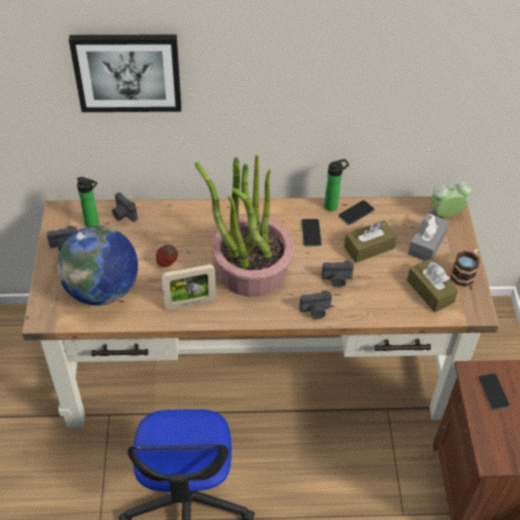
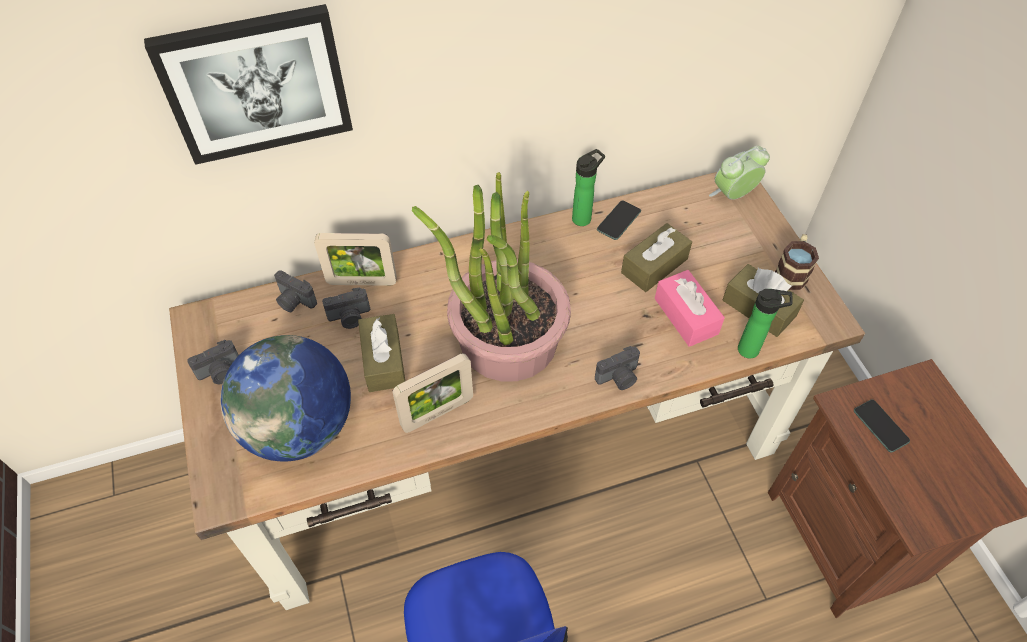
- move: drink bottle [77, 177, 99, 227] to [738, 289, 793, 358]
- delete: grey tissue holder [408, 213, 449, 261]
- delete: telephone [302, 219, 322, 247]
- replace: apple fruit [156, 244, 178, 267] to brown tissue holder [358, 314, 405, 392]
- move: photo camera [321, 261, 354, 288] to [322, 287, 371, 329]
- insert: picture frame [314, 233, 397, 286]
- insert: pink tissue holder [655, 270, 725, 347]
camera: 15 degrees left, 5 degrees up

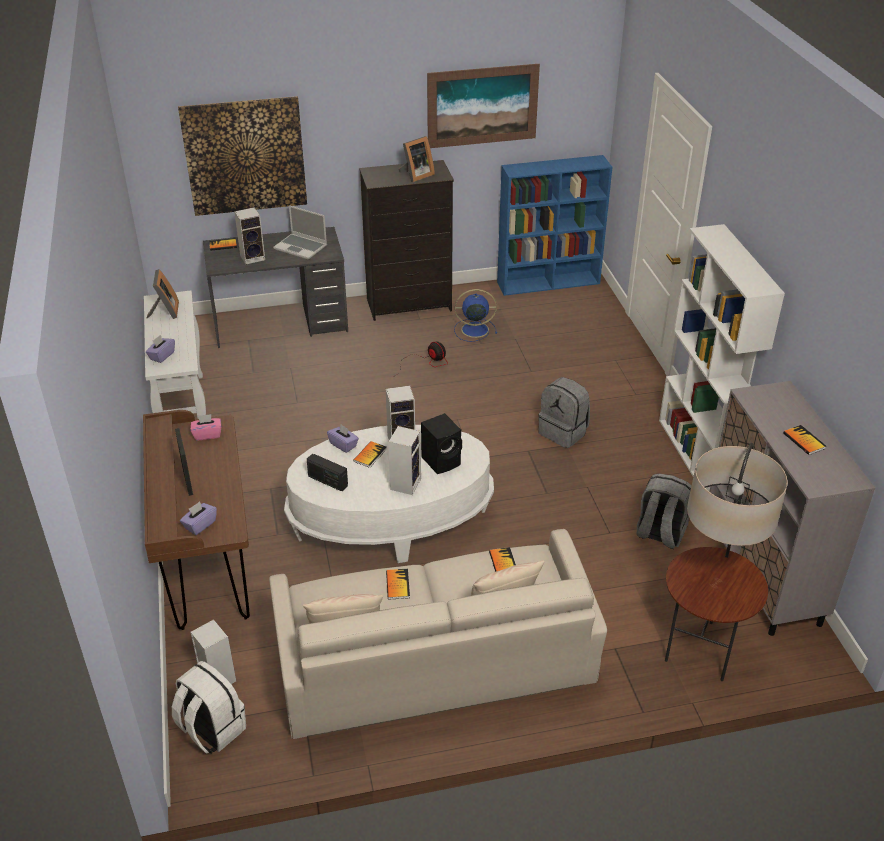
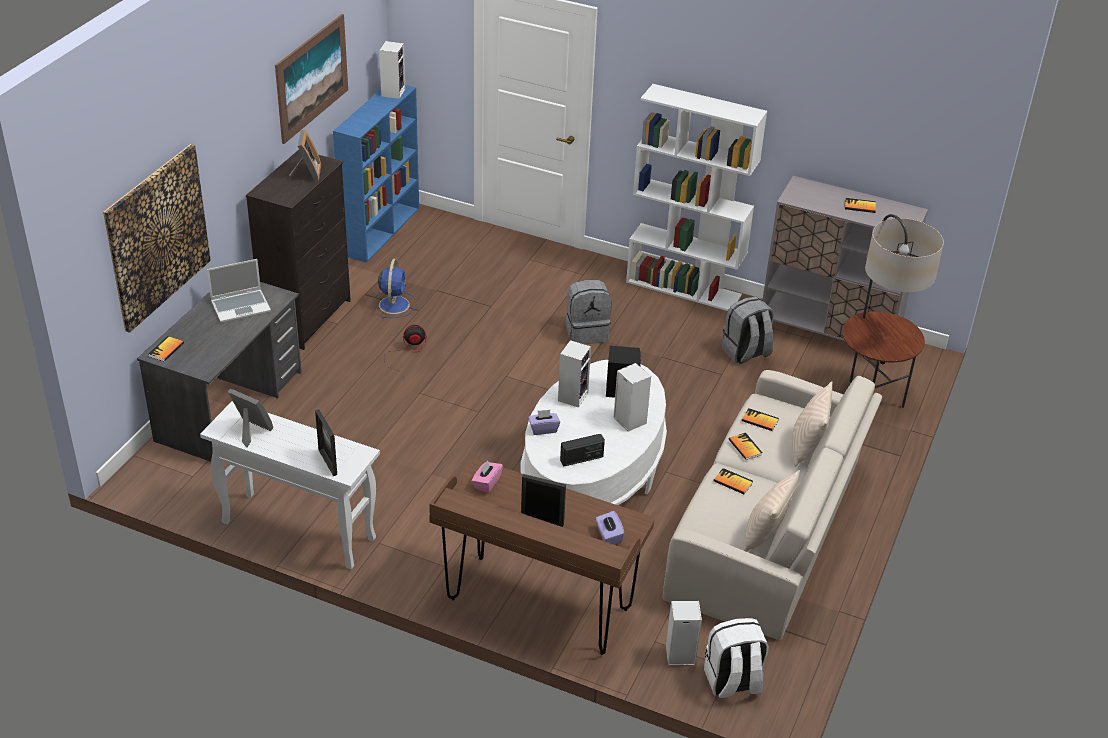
- move: speaker [234, 207, 265, 264] to [379, 41, 405, 99]
- rotate: blue-coloured fan [454, 289, 497, 342] = [372, 259, 416, 318] 150 degrees clockwise
- replace: purple-coloured tissue holder [146, 335, 175, 363] to picture frame [315, 409, 337, 476]
- move: book [353, 441, 387, 468] to [729, 432, 762, 460]
camera: 55 degrees left, 0 degrees up

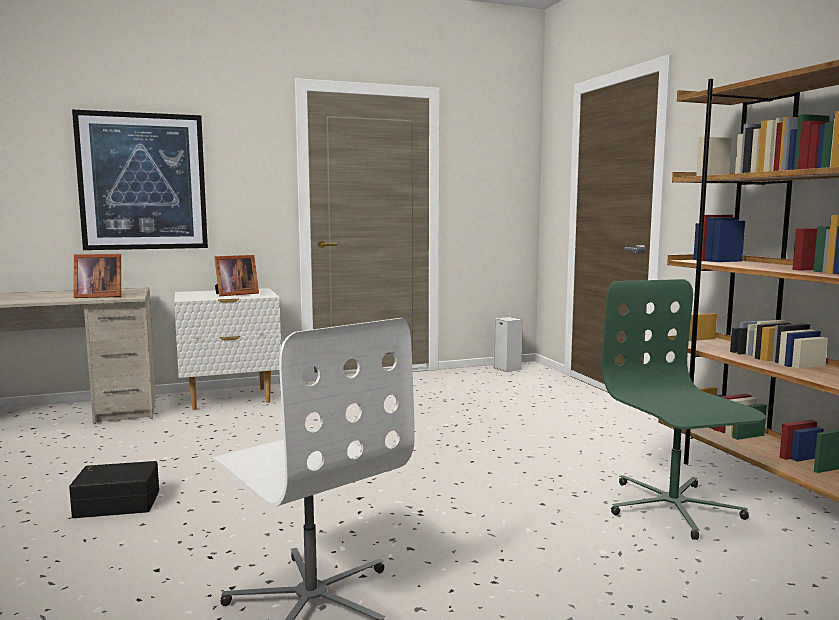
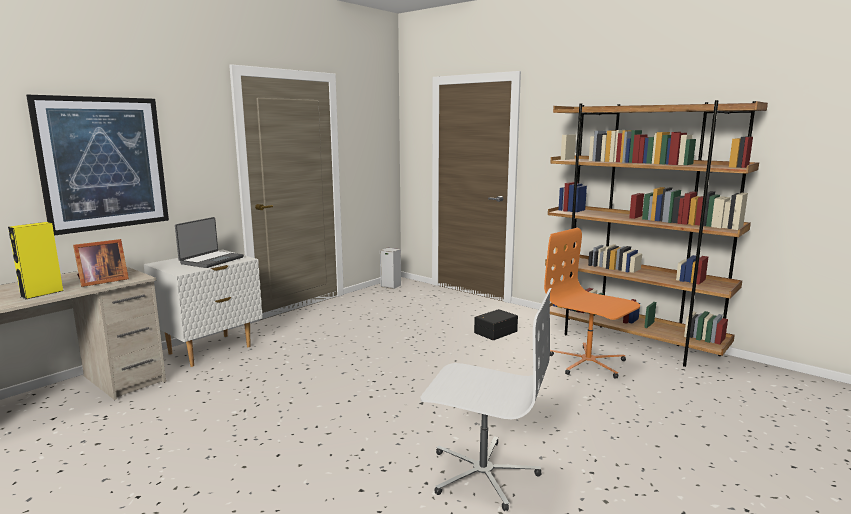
- replace: picture frame [214, 255, 259, 296] to portable computer [175, 217, 244, 268]
- recolor: greenish desk chair [602, 279, 766, 540] to orange-coloured desk chair [544, 228, 640, 379]
- move: black-coloured storage box [69, 461, 159, 518] to [474, 309, 518, 340]
- insert: yellow-coloured speaker [8, 222, 63, 299]
camera: 30 degrees left, 5 degrees up

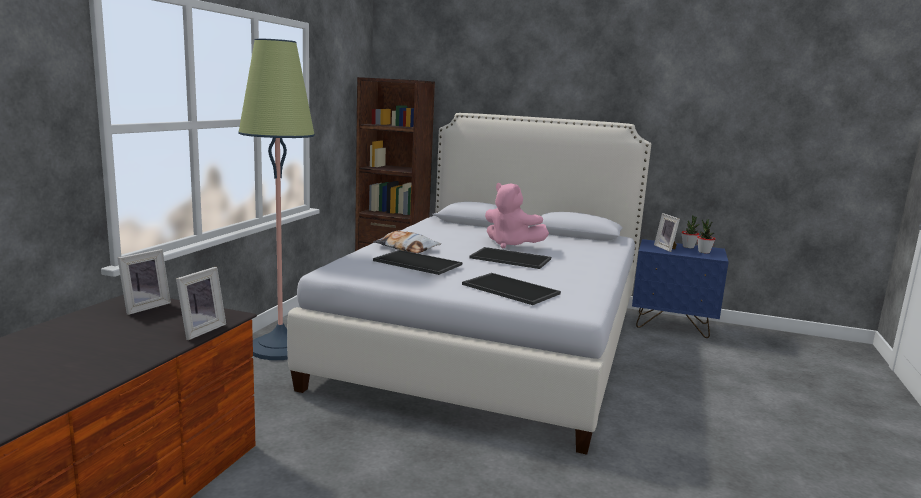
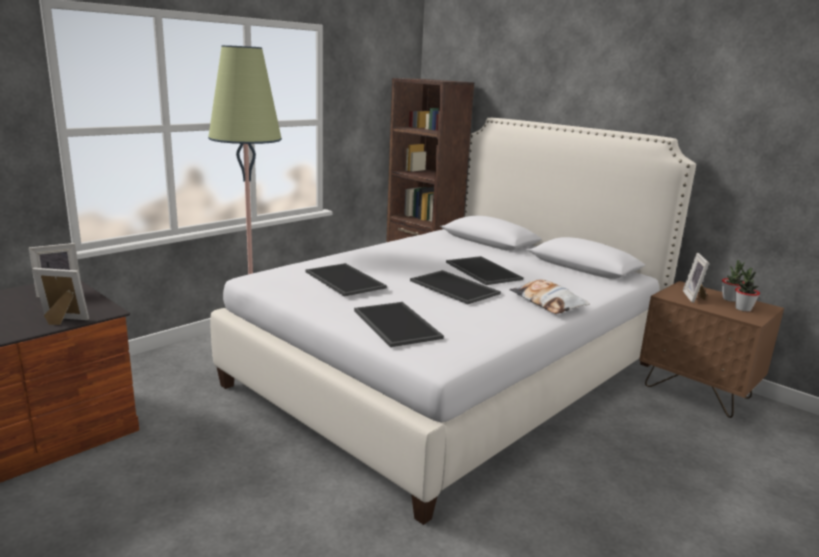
- replace: pink soft toy [485, 183, 549, 248] to carrying tray [446, 256, 523, 285]
- move: cushion [373, 231, 441, 253] to [509, 279, 590, 314]
- recolor: blue-coloured nightstand [632, 239, 729, 338] to brown nightstand [639, 281, 784, 418]
- rotate: picture frame [176, 267, 226, 340] = [32, 268, 89, 325] 135 degrees counterclockwise
camera: 25 degrees right, 5 degrees up

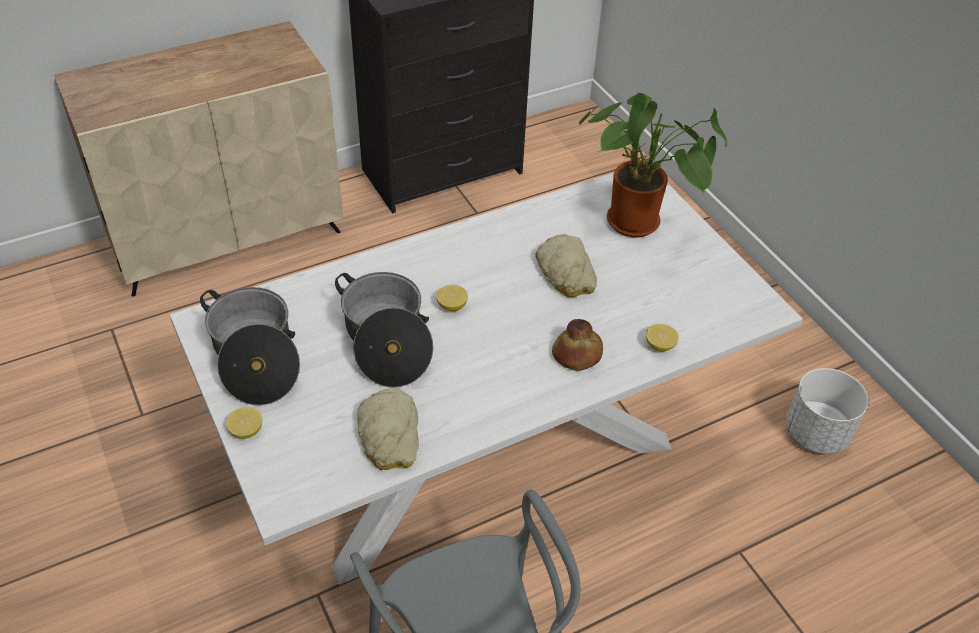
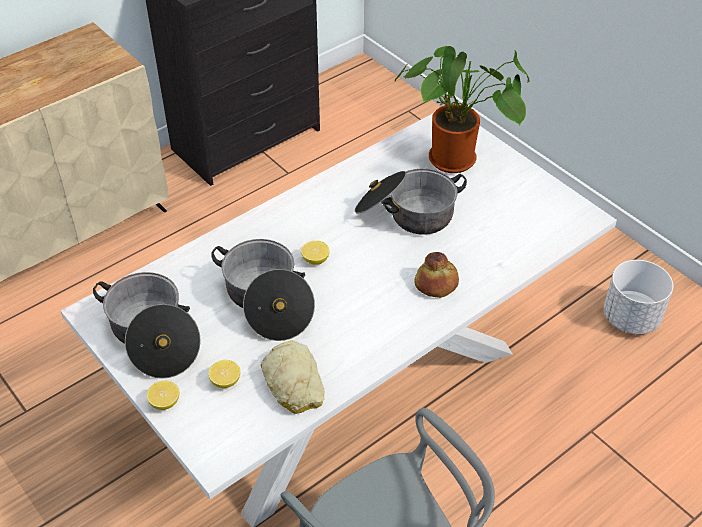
- replace: baked bread [535, 234, 597, 297] to saucepot [355, 169, 467, 235]
- move: citrus fruit [646, 324, 679, 352] to [208, 360, 240, 388]
camera: 10 degrees left, 0 degrees up

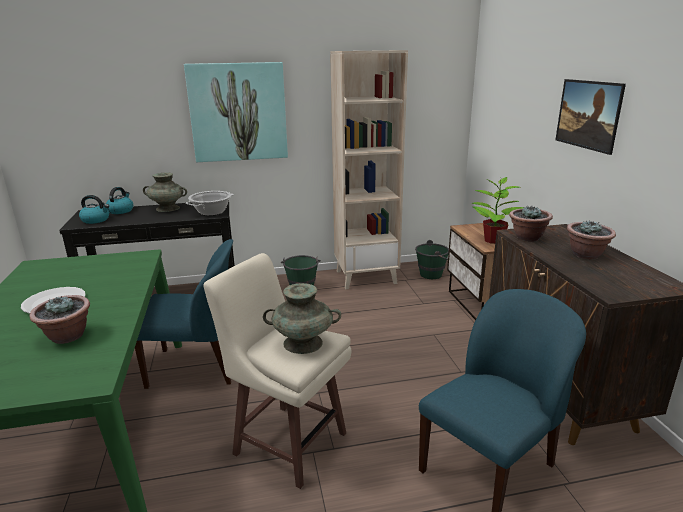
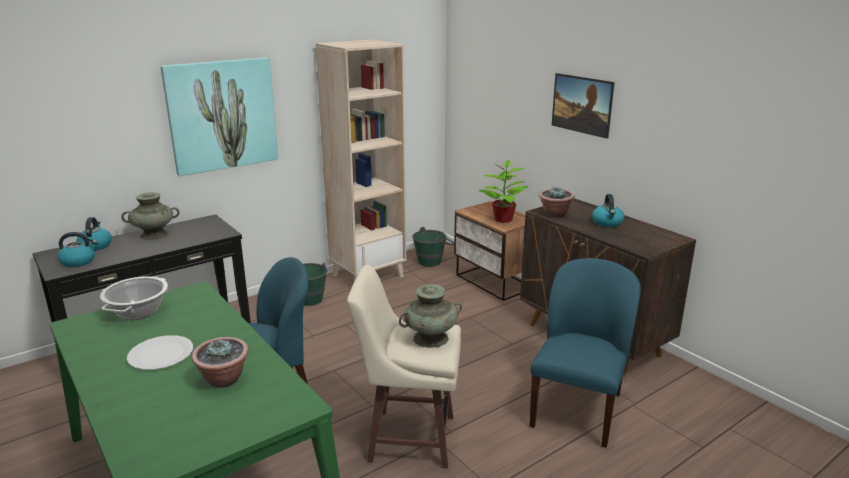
- move: saucepot [186, 191, 234, 216] to [100, 276, 168, 320]
- replace: potted plant [567, 220, 616, 259] to kettle [592, 194, 624, 227]
camera: 25 degrees left, 0 degrees up

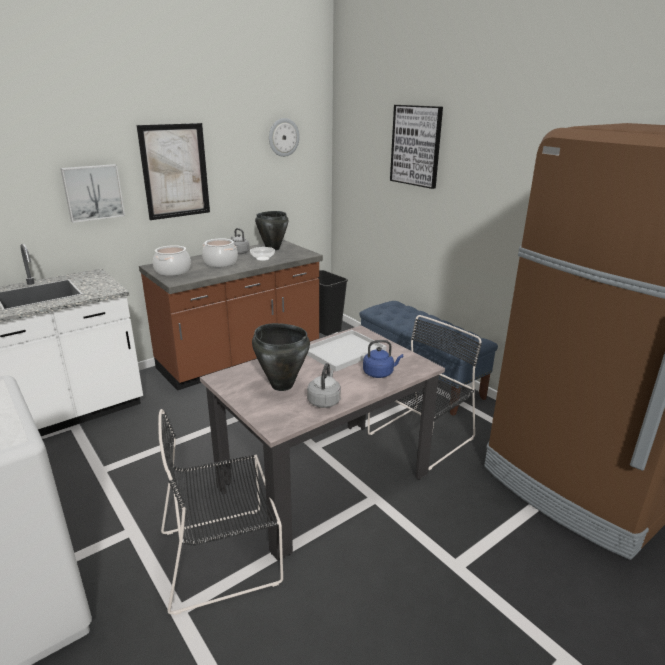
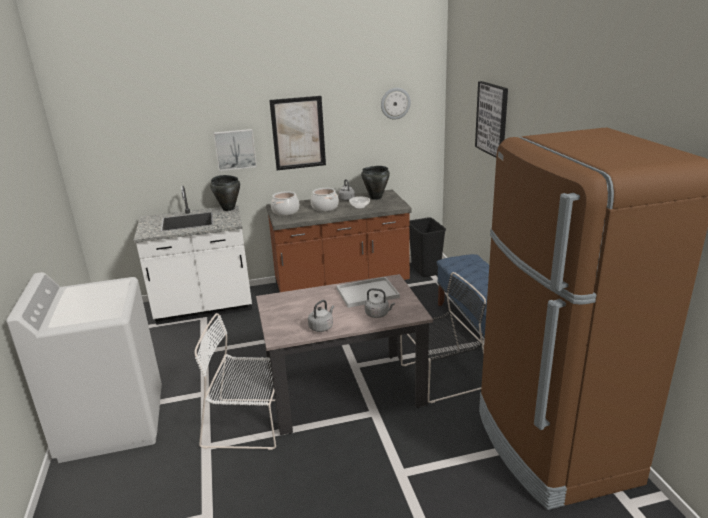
- move: black-coloured saucepot [252, 323, 310, 391] to [210, 175, 240, 211]
- recolor: blue-coloured kettle [363, 340, 403, 378] to grey kettle [365, 288, 395, 318]
- recolor: black-coloured plain chair [158, 409, 283, 615] to white plain chair [195, 313, 276, 450]
camera: 25 degrees right, 0 degrees up

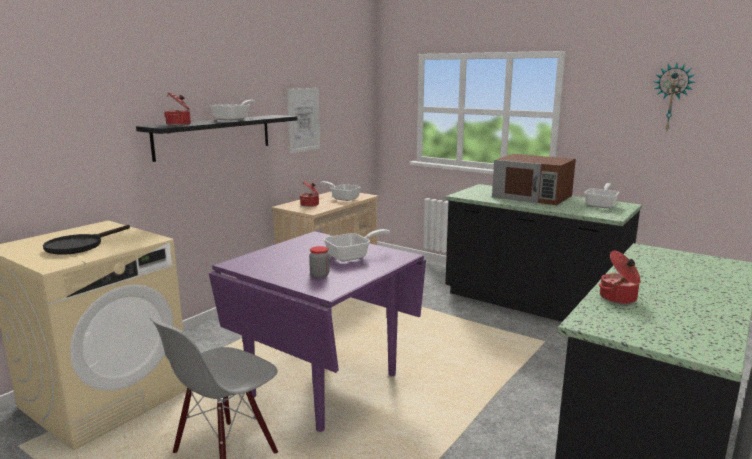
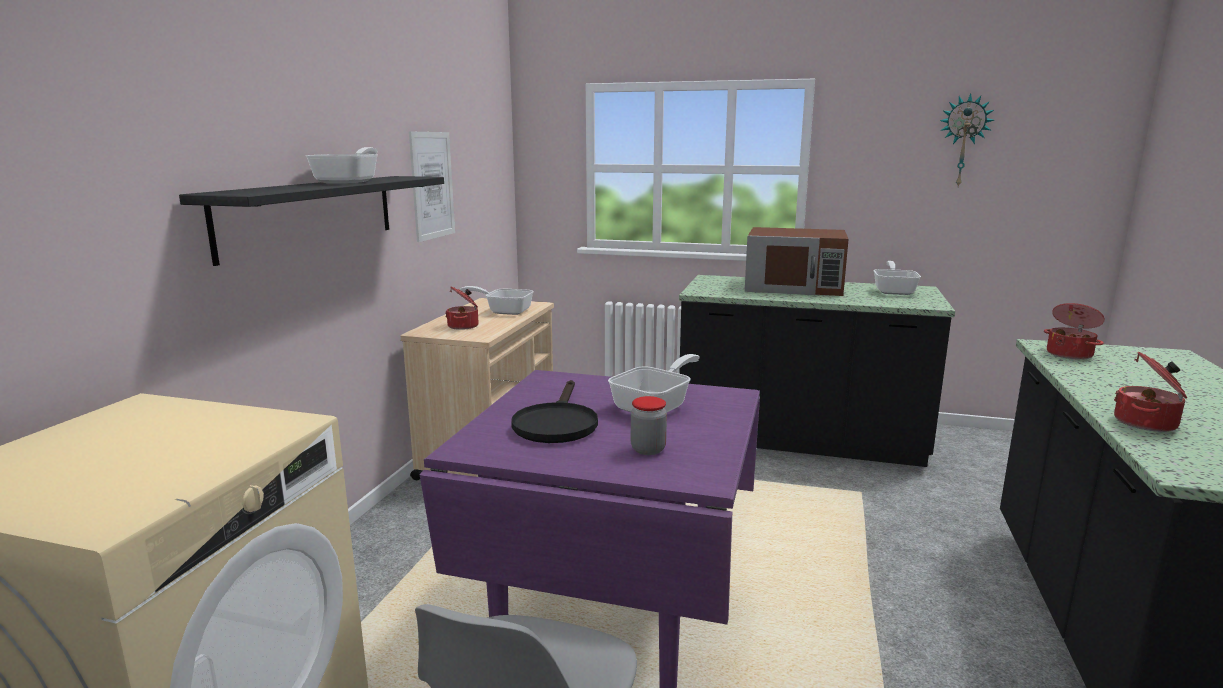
- move: saucepot [164, 92, 191, 126] to [1044, 303, 1105, 360]
- move: black-coloured pan [43, 225, 130, 255] to [511, 380, 598, 443]
camera: 20 degrees left, 0 degrees up

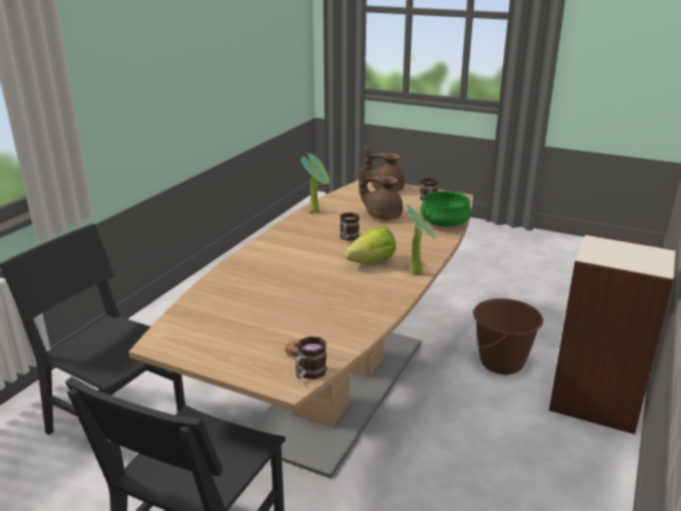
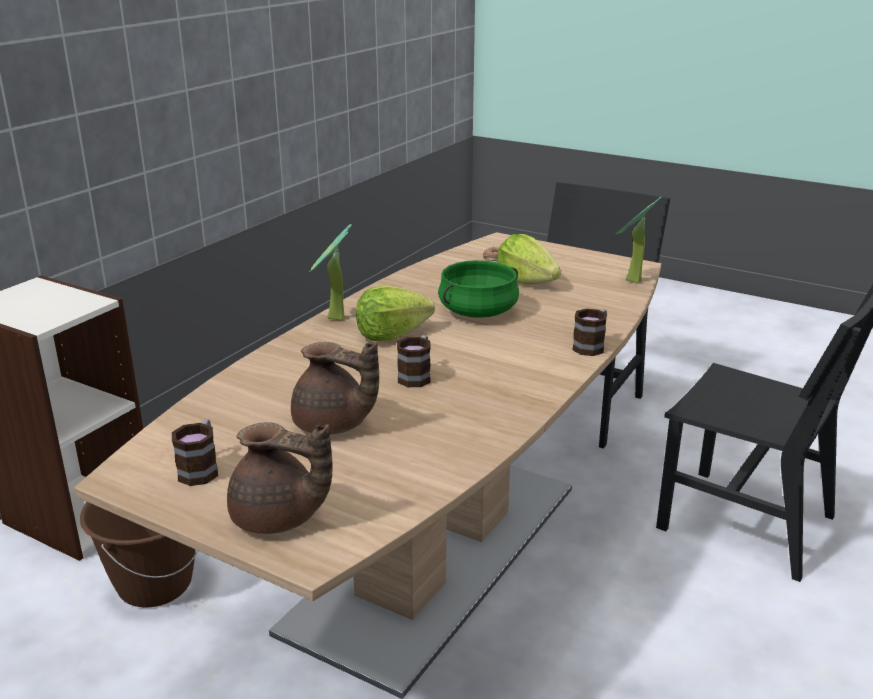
- move: potted plant [301, 153, 330, 214] to [615, 197, 662, 283]
- move: greenish saucepot [420, 191, 472, 227] to [438, 260, 519, 318]
- move: coffee mug [295, 336, 327, 379] to [572, 308, 607, 356]
- insert: lettuce [497, 234, 561, 284]
camera: 175 degrees left, 0 degrees up

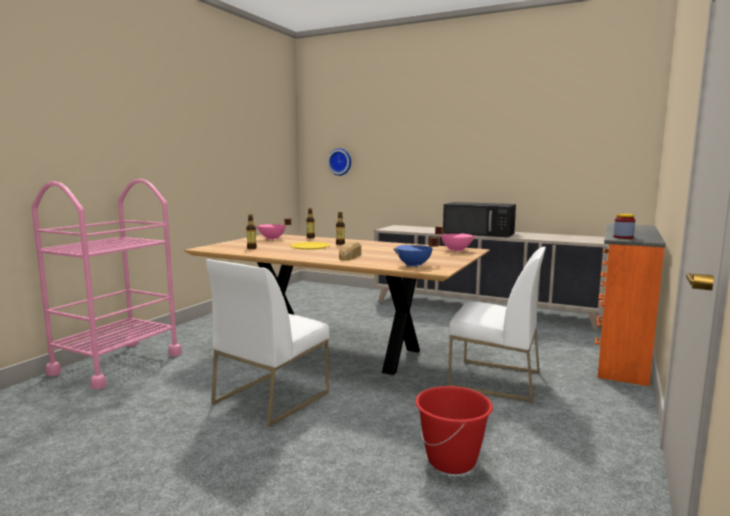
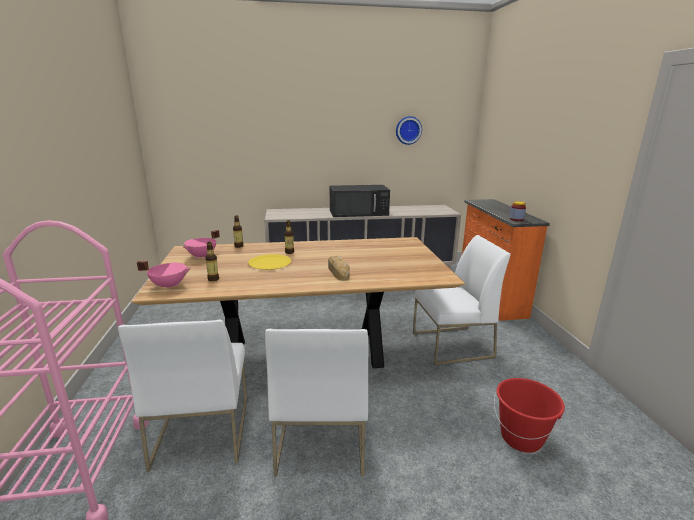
- move: hanging clock [328, 148, 351, 176] to [396, 116, 422, 145]
- move: pink saucepot [435, 226, 476, 252] to [137, 261, 191, 290]
- delete: blue-coloured saucepot [393, 237, 439, 267]
- insert: white plain chair [118, 320, 247, 472]
camera: 35 degrees left, 10 degrees up

